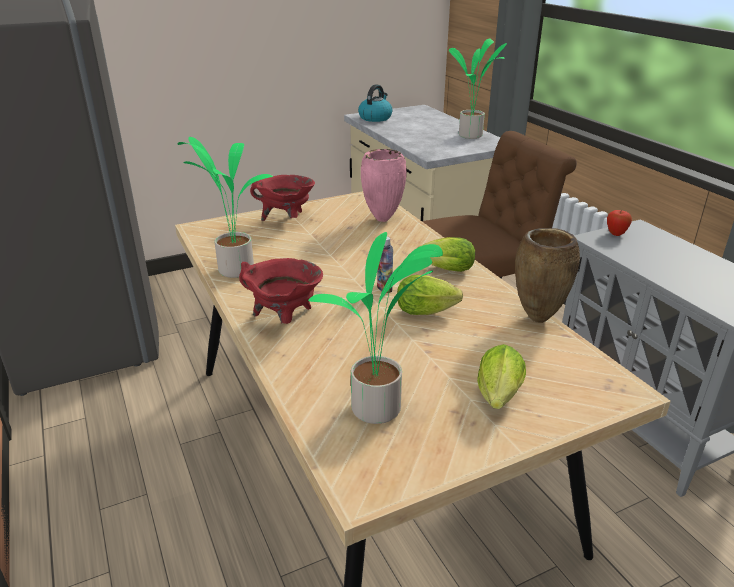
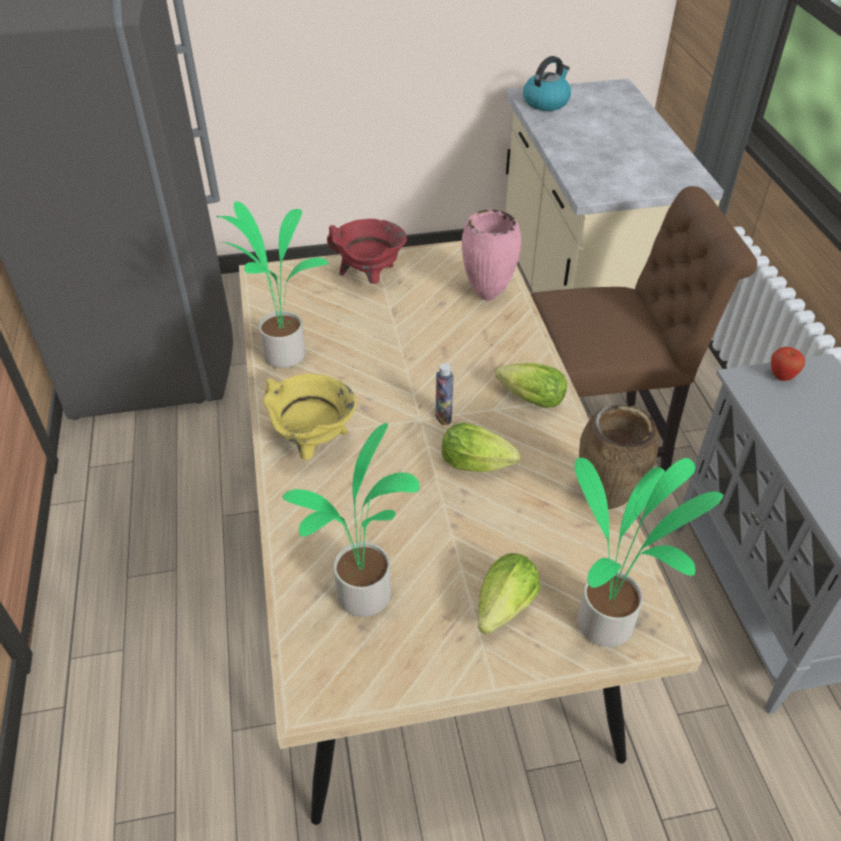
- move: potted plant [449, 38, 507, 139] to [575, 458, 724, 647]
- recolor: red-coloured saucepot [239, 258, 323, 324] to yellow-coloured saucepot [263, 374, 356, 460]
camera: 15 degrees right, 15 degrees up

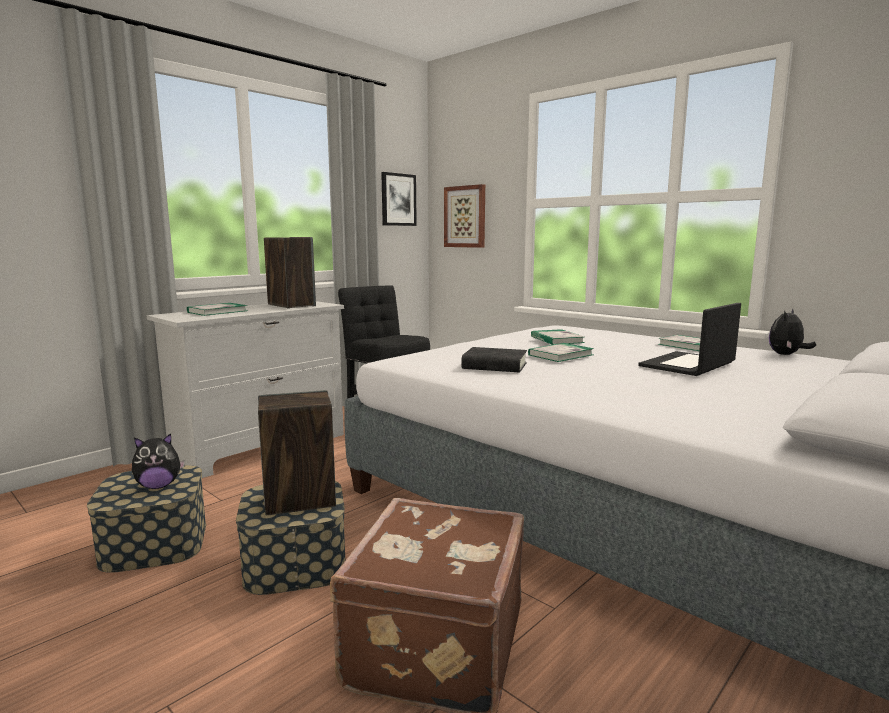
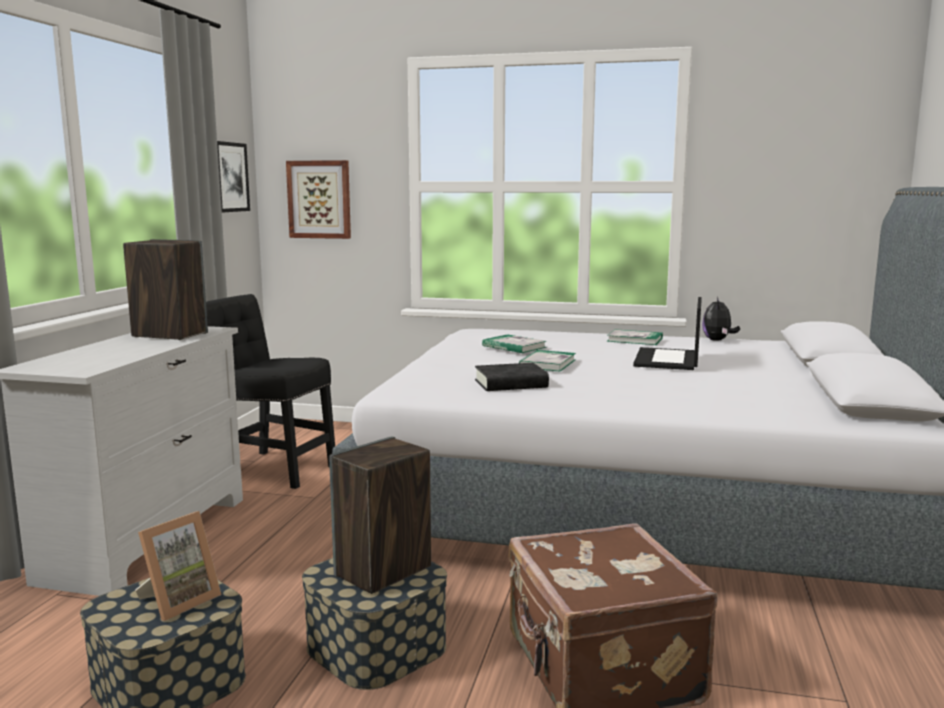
- delete: book [187, 303, 247, 316]
- replace: soft toy [132, 433, 185, 489] to picture frame [135, 511, 222, 621]
camera: 30 degrees left, 0 degrees up

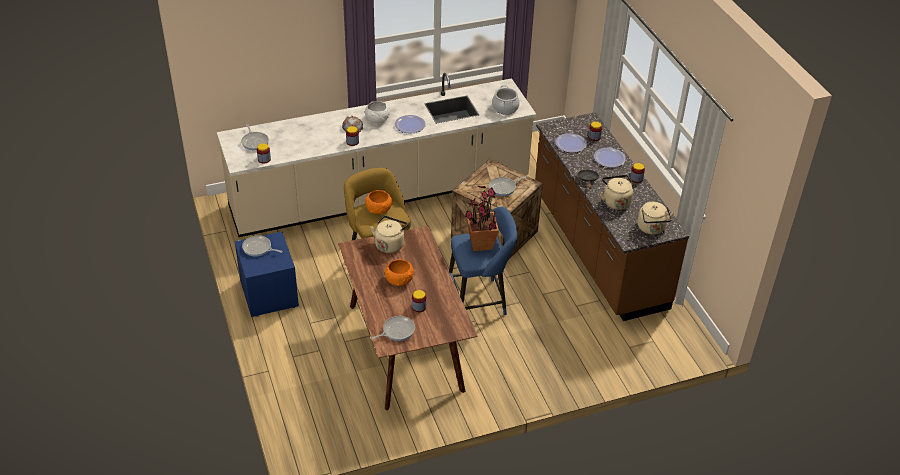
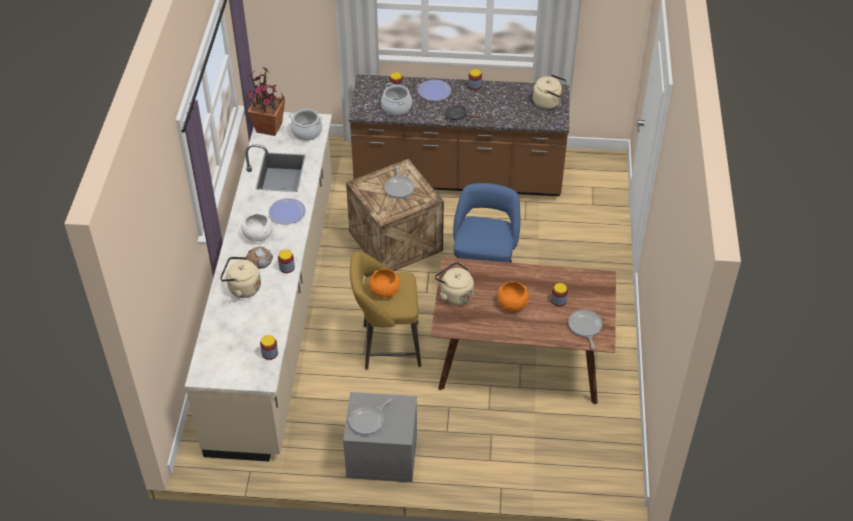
- delete: pan [241, 124, 269, 150]
- replace: plate [555, 133, 587, 153] to saucepot [381, 83, 412, 116]
- move: beige-coloured kettle [600, 175, 633, 210] to [220, 257, 261, 298]
- move: potted plant [465, 186, 499, 251] to [247, 66, 285, 136]
- recolor: blue-coloured nightstand [235, 232, 299, 317] to grey nightstand [343, 392, 417, 482]
camera: 65 degrees left, 5 degrees up

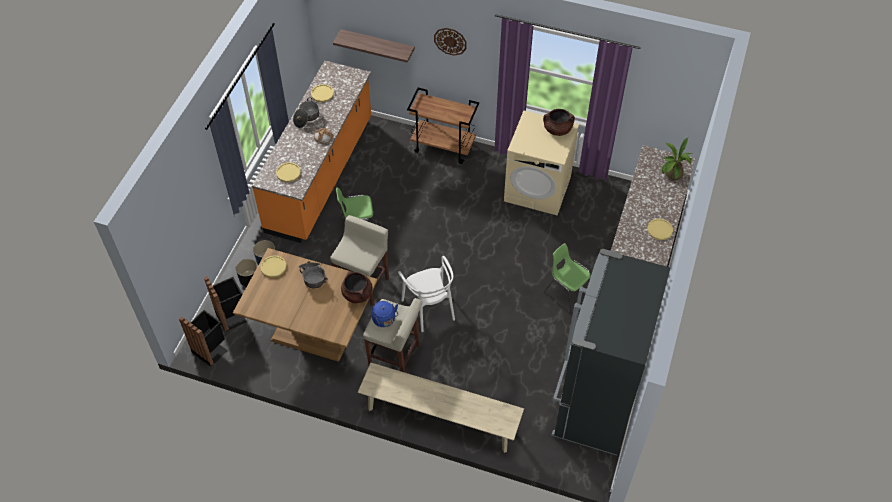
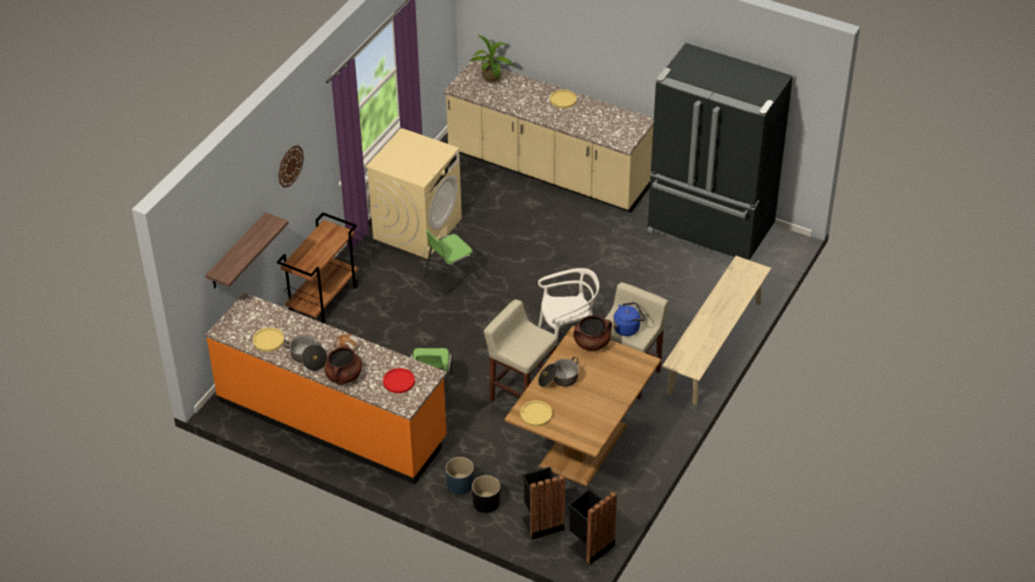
- move: brown saucepot [543, 109, 575, 136] to [324, 344, 362, 385]
- recolor: yellow-coloured plate [276, 162, 301, 182] to red-coloured plate [383, 368, 415, 393]
- move: greenish plain chair [544, 243, 590, 314] to [424, 230, 479, 297]
camera: 80 degrees left, 10 degrees down

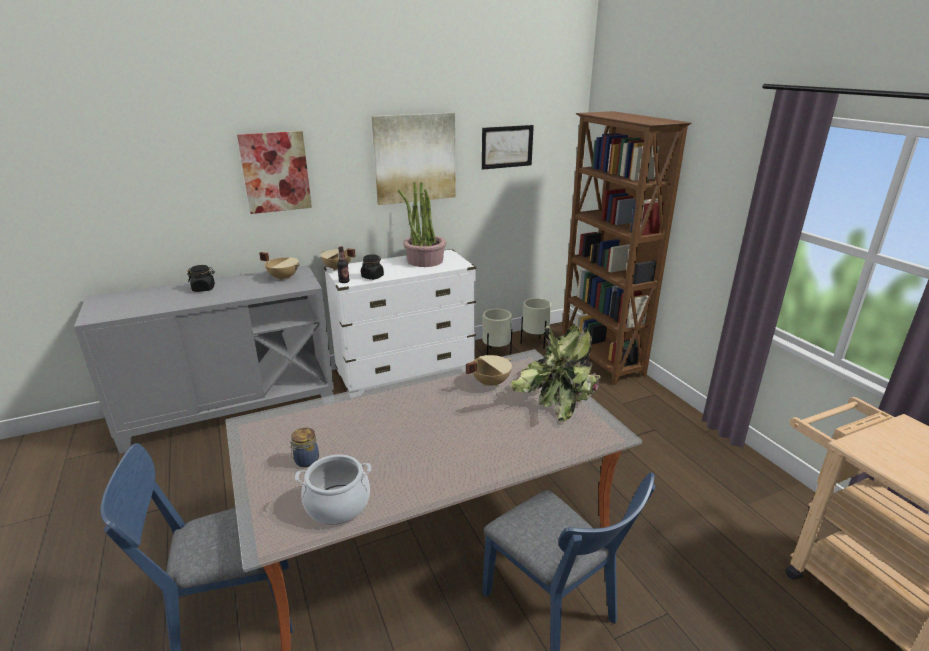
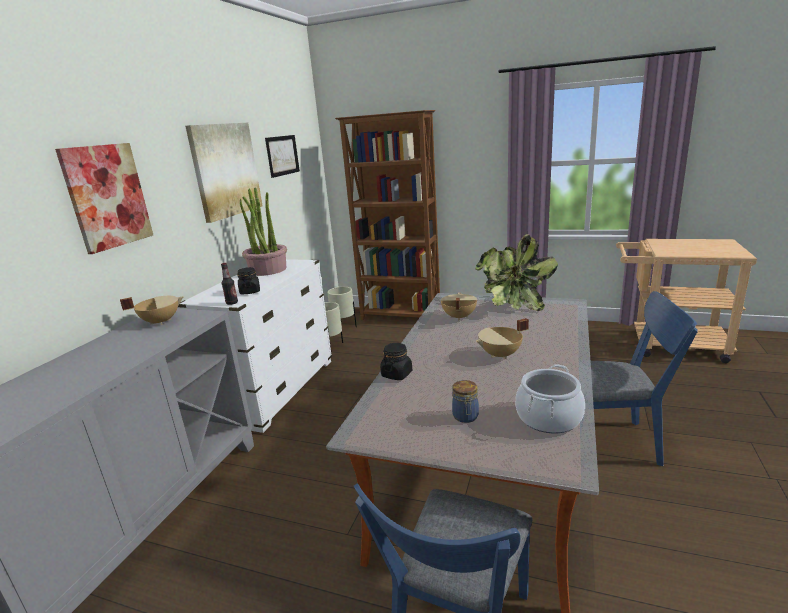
- move: beige-coloured saucepot [321, 248, 356, 271] to [476, 318, 529, 359]
- move: black-coloured jar [187, 265, 215, 292] to [380, 343, 412, 380]
camera: 45 degrees left, 5 degrees down

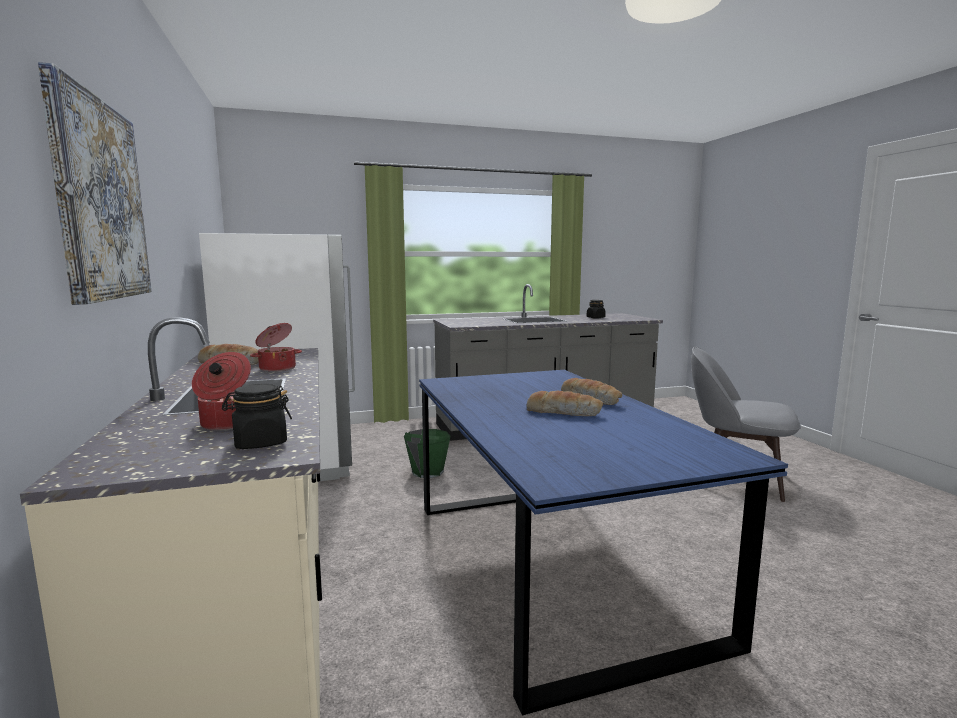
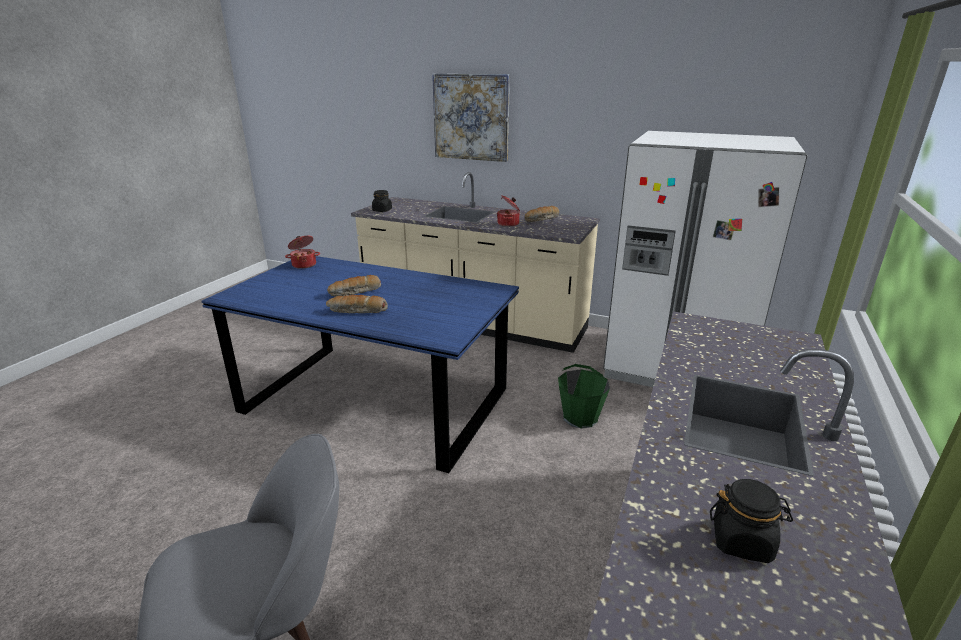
- move: saucepot [192, 352, 251, 431] to [285, 236, 320, 269]
camera: 130 degrees right, 15 degrees up

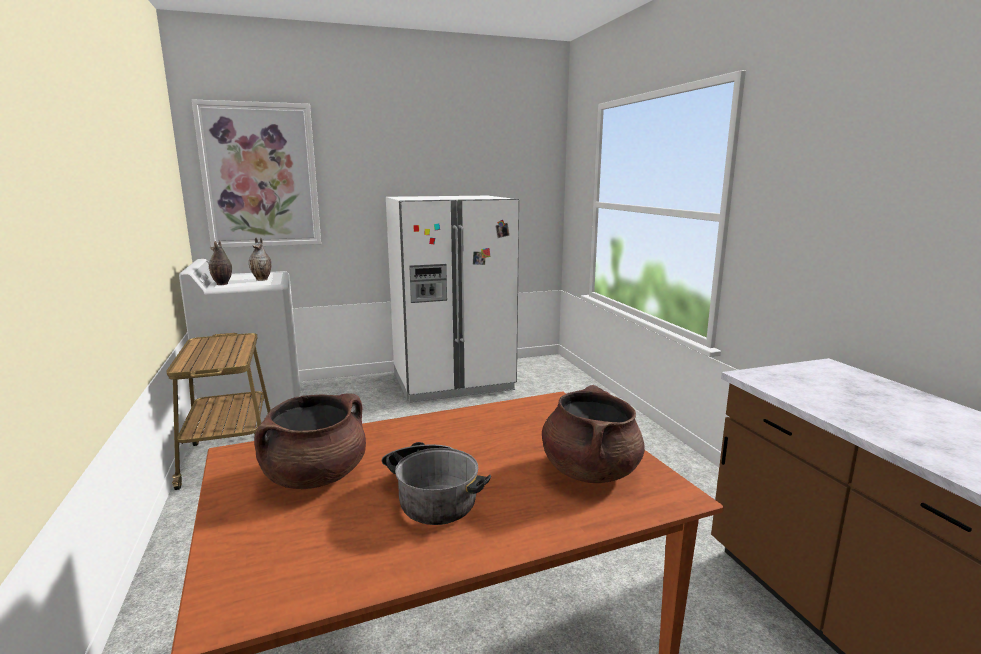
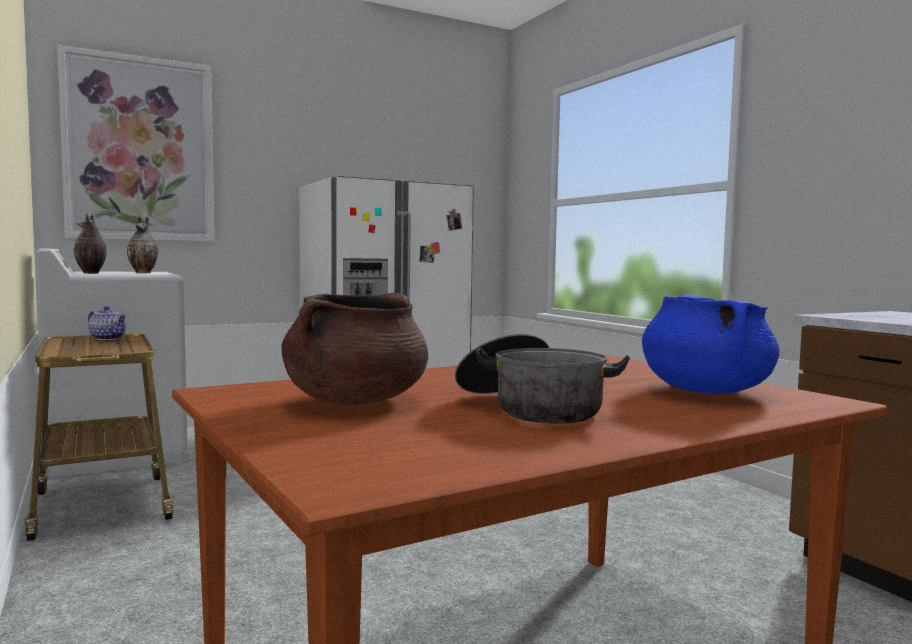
- recolor: brown saucepot [542, 385, 645, 483] to blue-coloured saucepot [642, 293, 779, 394]
- insert: teapot [88, 306, 126, 340]
camera: 10 degrees left, 10 degrees down

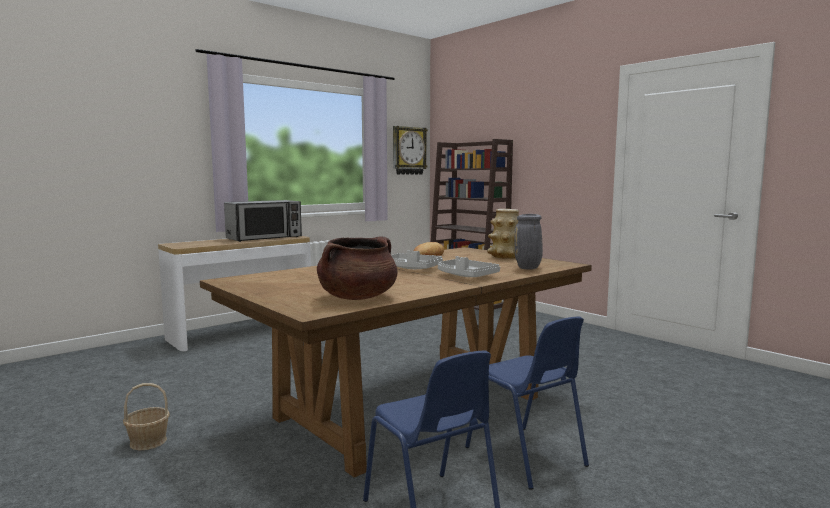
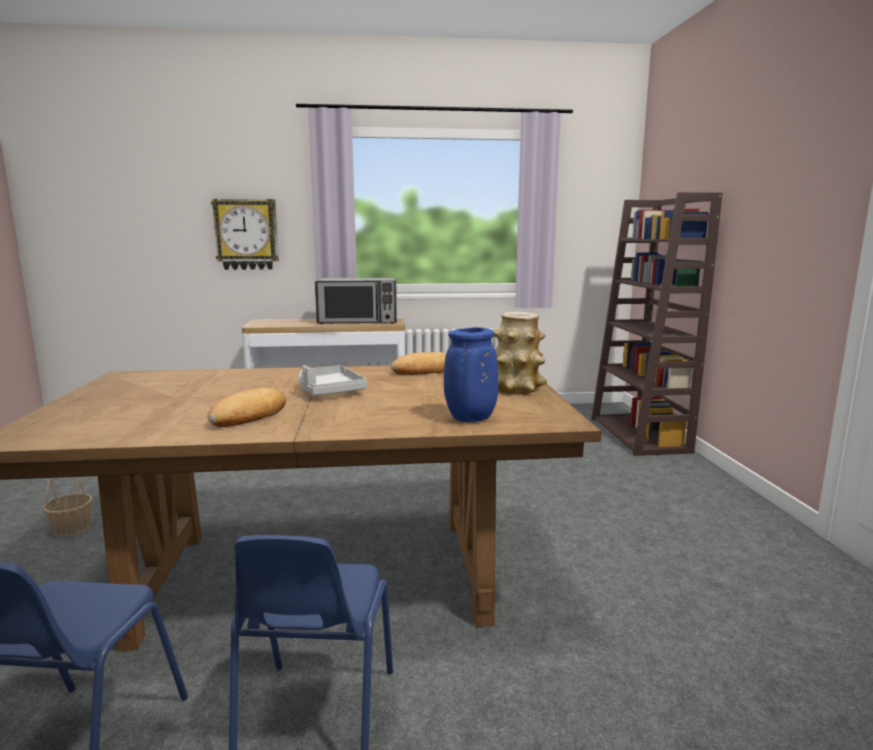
- move: hanging clock [393, 126, 428, 175] to [211, 199, 279, 270]
- recolor: grey decorative vase [514, 214, 543, 269] to blue-coloured decorative vase [444, 327, 498, 422]
- delete: brown saucepot [317, 236, 398, 300]
- delete: grey carrying tray [438, 256, 500, 277]
- insert: baked bread [207, 388, 286, 427]
camera: 35 degrees right, 5 degrees up

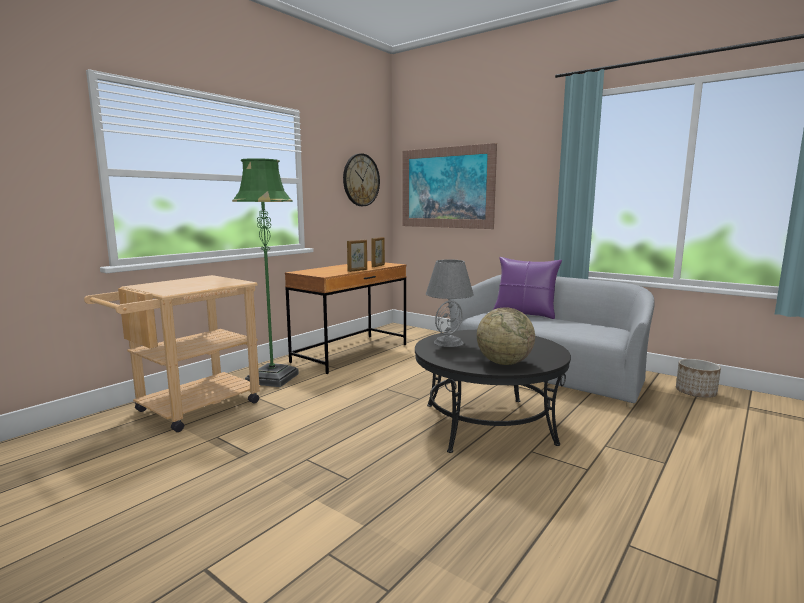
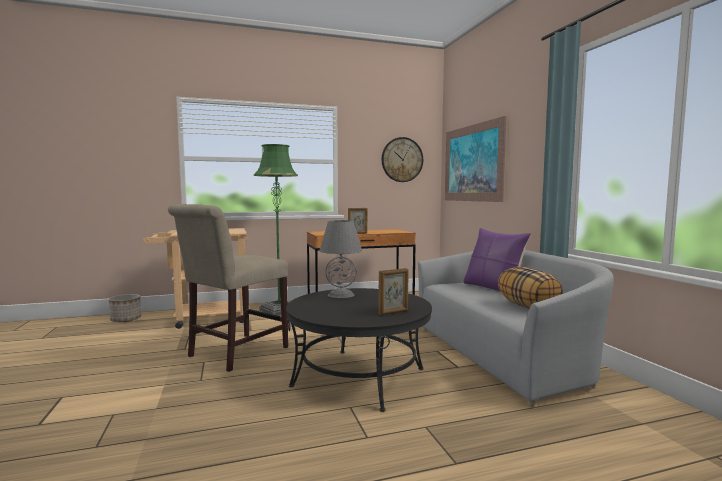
- move: picture frame [371, 237, 385, 267] to [378, 268, 408, 315]
- delete: globe [477, 307, 535, 365]
- move: planter [676, 359, 721, 398] to [109, 294, 141, 322]
- insert: beige-coloured plain chair [168, 204, 288, 372]
- insert: cushion [498, 267, 563, 309]
camera: 35 degrees right, 5 degrees down

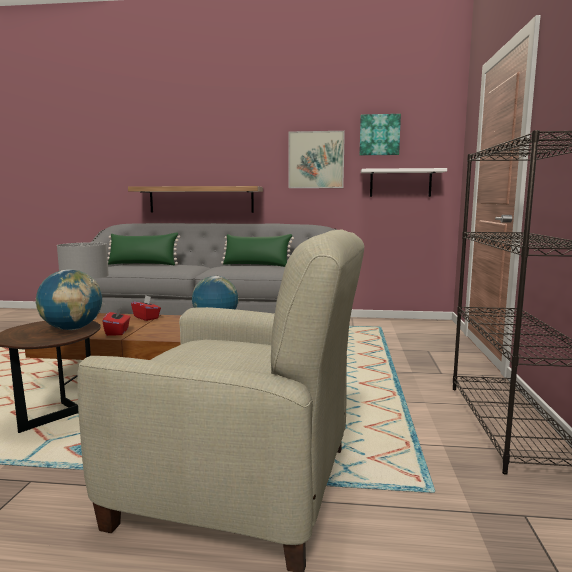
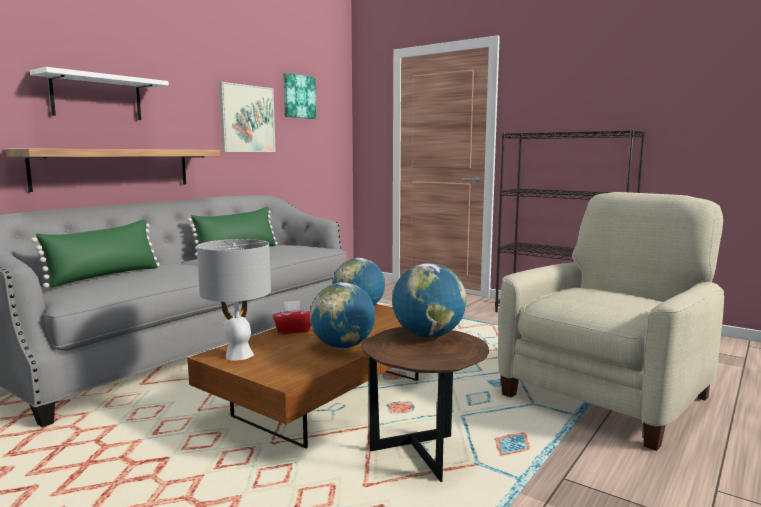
- move: white bracket shelf [361, 168, 447, 197] to [30, 67, 169, 120]
- replace: red-coloured tissue holder [102, 307, 130, 336] to globe [310, 282, 375, 349]
camera: 60 degrees left, 0 degrees up

